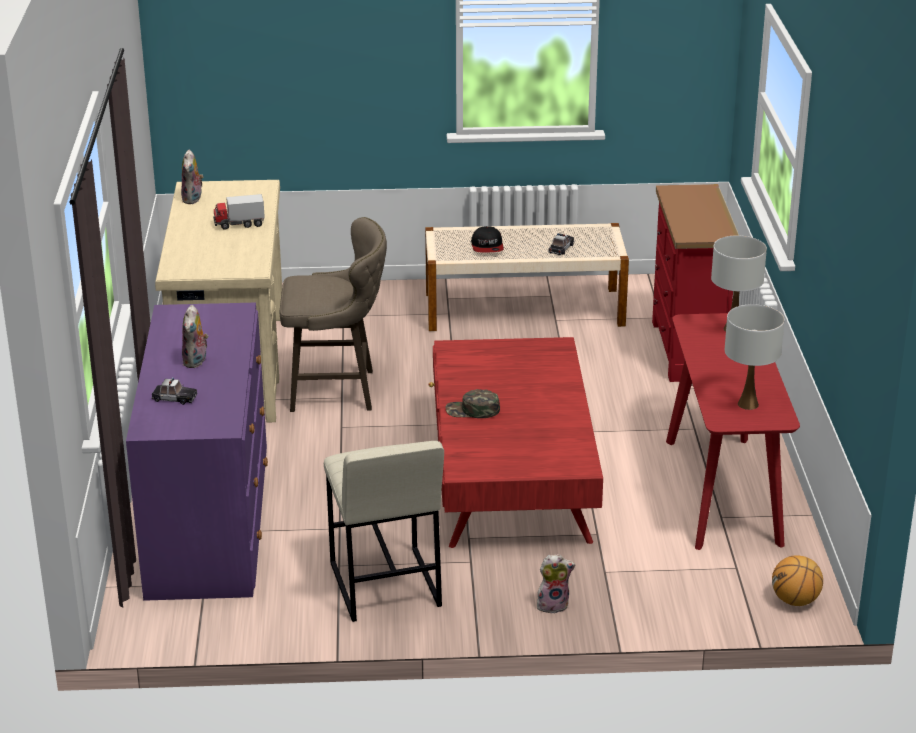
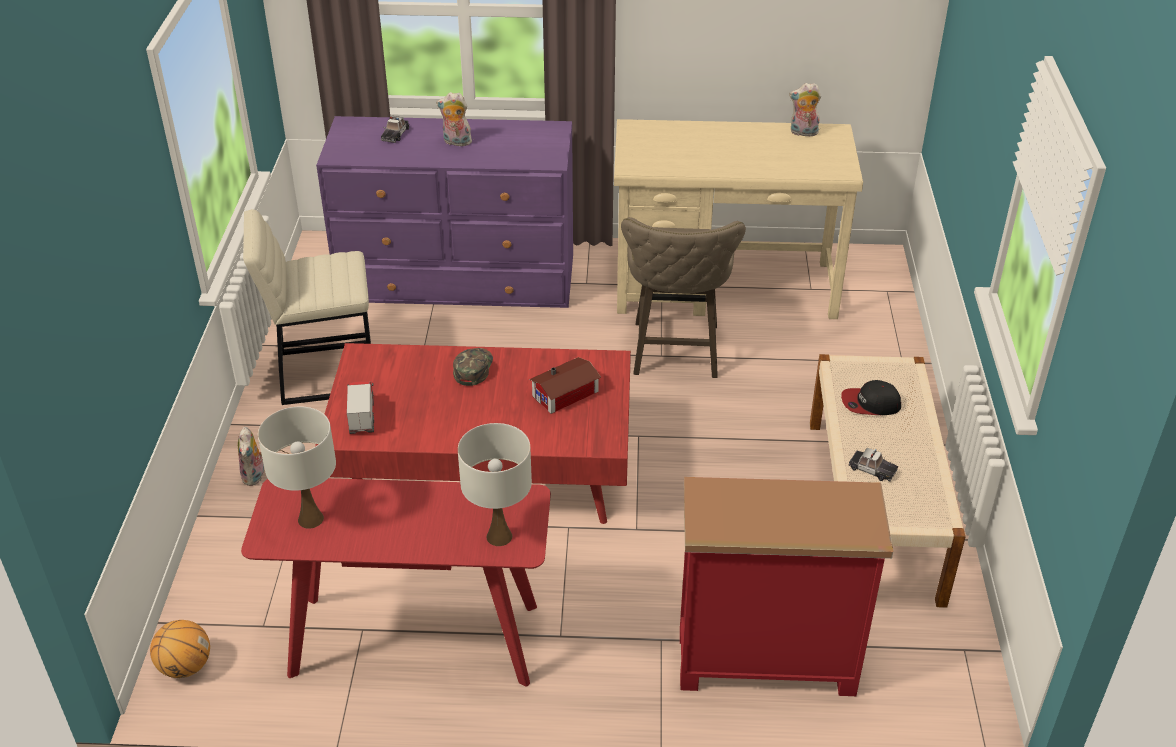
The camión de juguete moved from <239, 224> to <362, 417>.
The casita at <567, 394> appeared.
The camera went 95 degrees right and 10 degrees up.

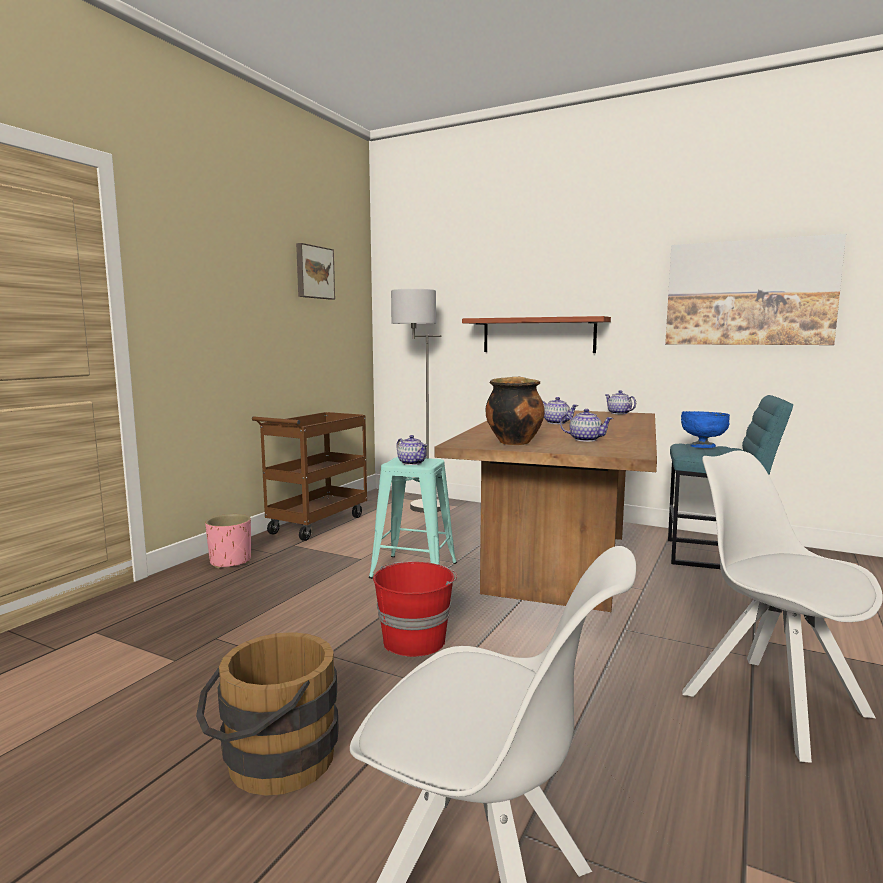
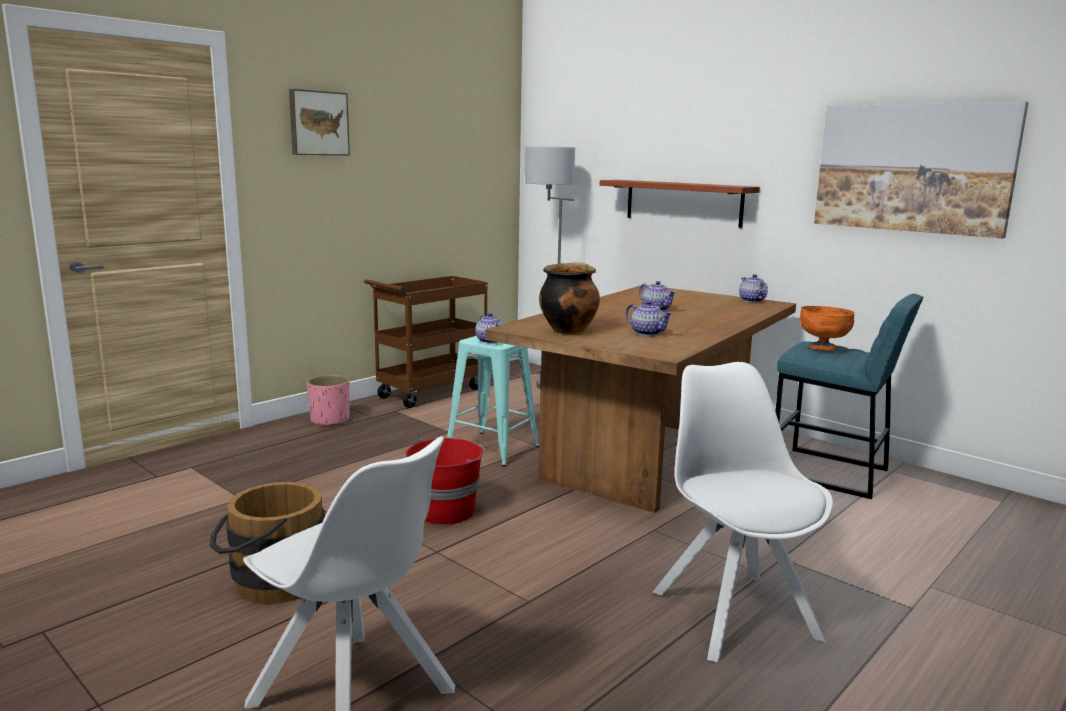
The cuadro moved from <314, 272> to <318, 123>.
The cuenco/azul at <703, 447> became the cuenco/naranja at <823, 348>.
The camera went 15 degrees right and 5 degrees up.

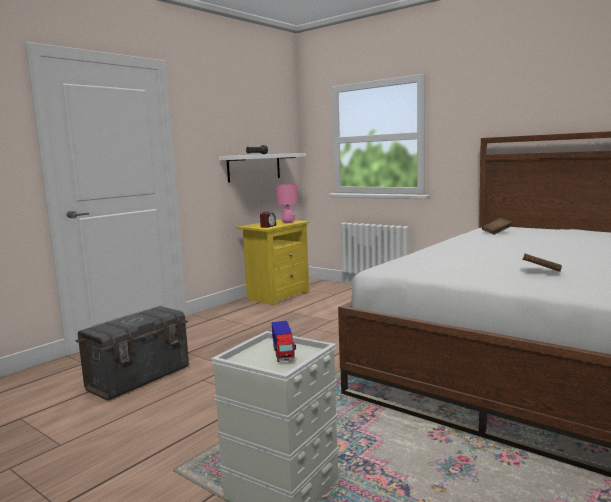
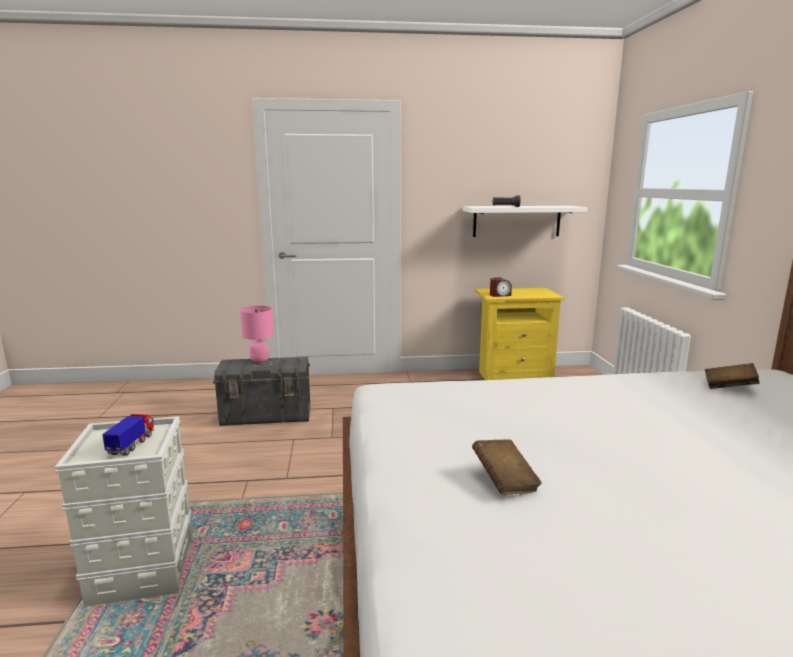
The lámpara de mesa/rosa moved from <288, 223> to <259, 361>.
The camión de juguete at <283, 353> turned 150 degrees clockwise.
The camera went 45 degrees right and 5 degrees up.

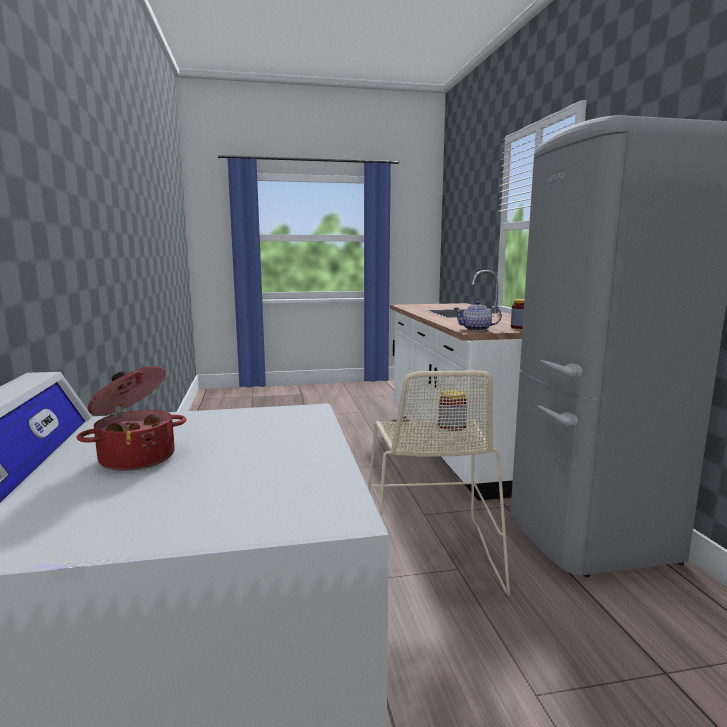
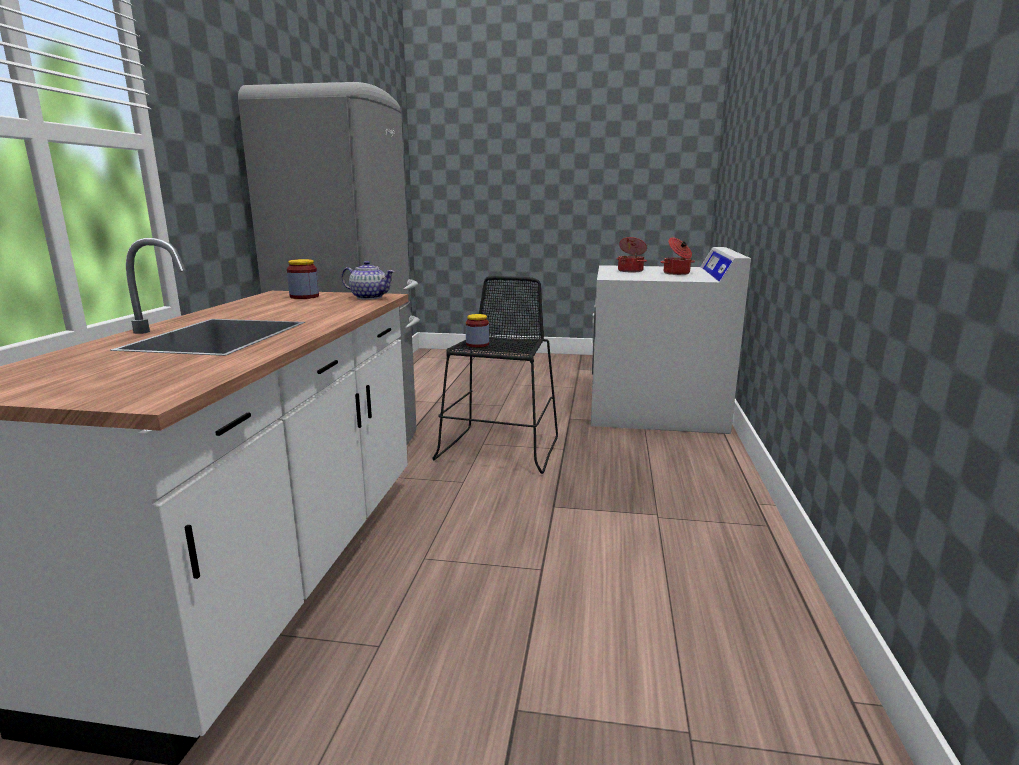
The taburete/beis at <427, 561> became the taburete/negro at <500, 450>.
The olla at <631, 271> appeared.
The camera went 160 degrees left and 5 degrees up.

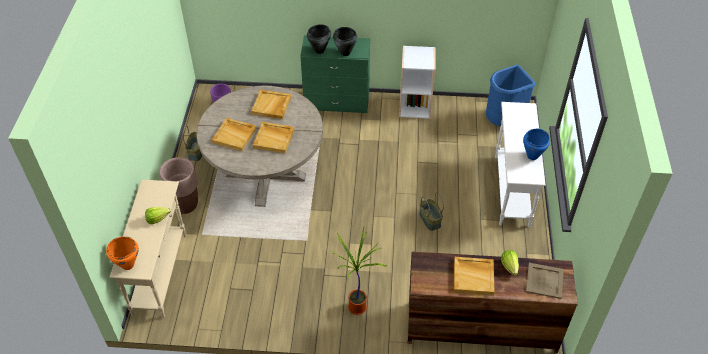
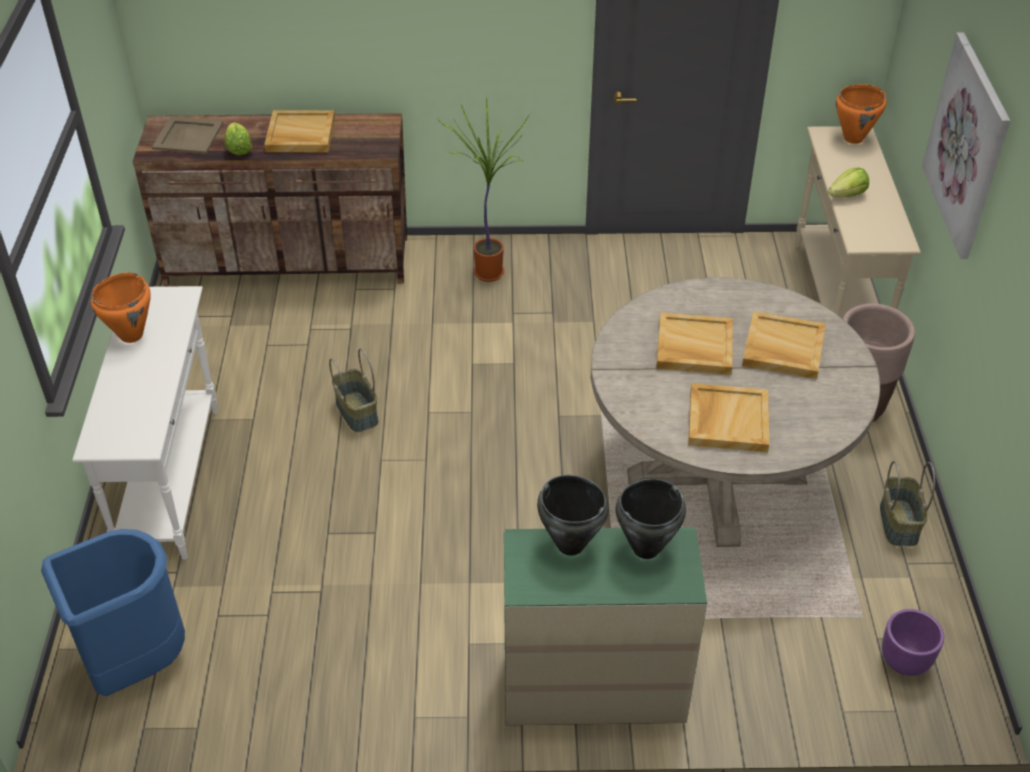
The estantería at <415, 106> disappeared.
The olla/azul at <532, 156> became the olla/naranja at <132, 335>.
The cuadro at <966, 145> appeared.
The camera went 175 degrees right and 5 degrees down.

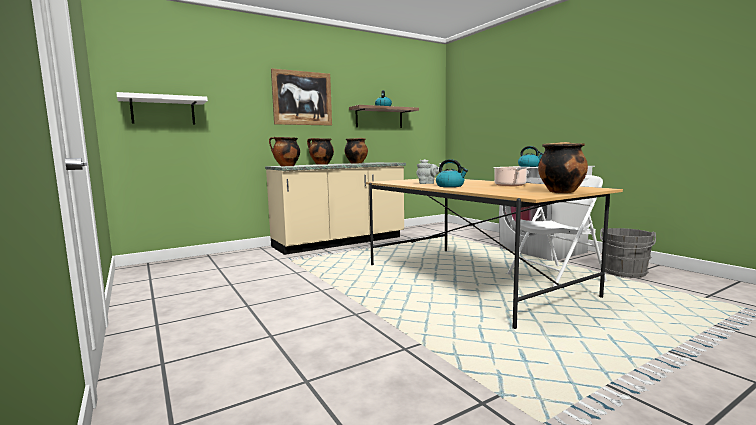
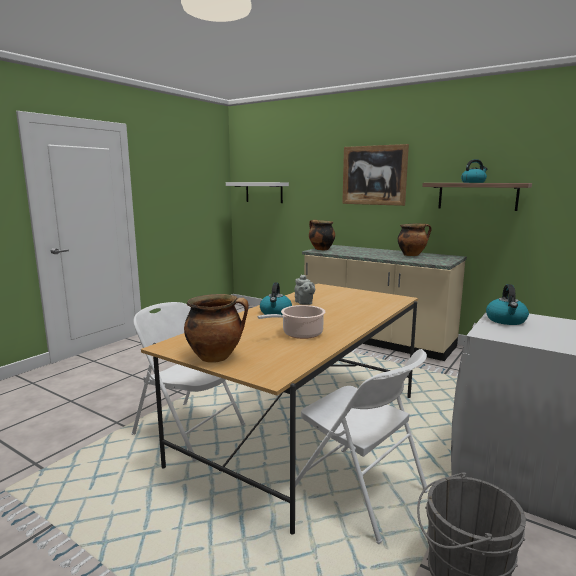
The olla at <321, 164> disappeared.
The silla/blanco at <189, 429> appeared.
The camera went 65 degrees right and 5 degrees up.

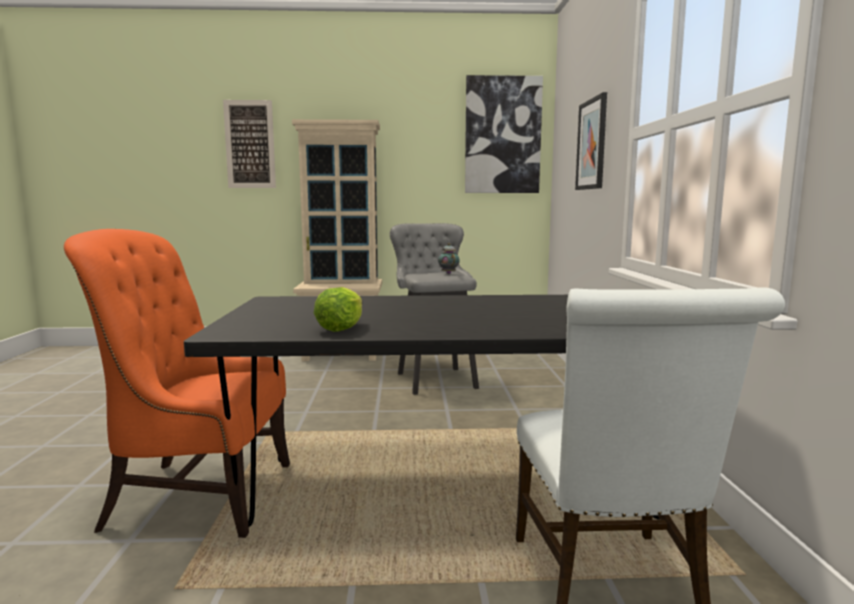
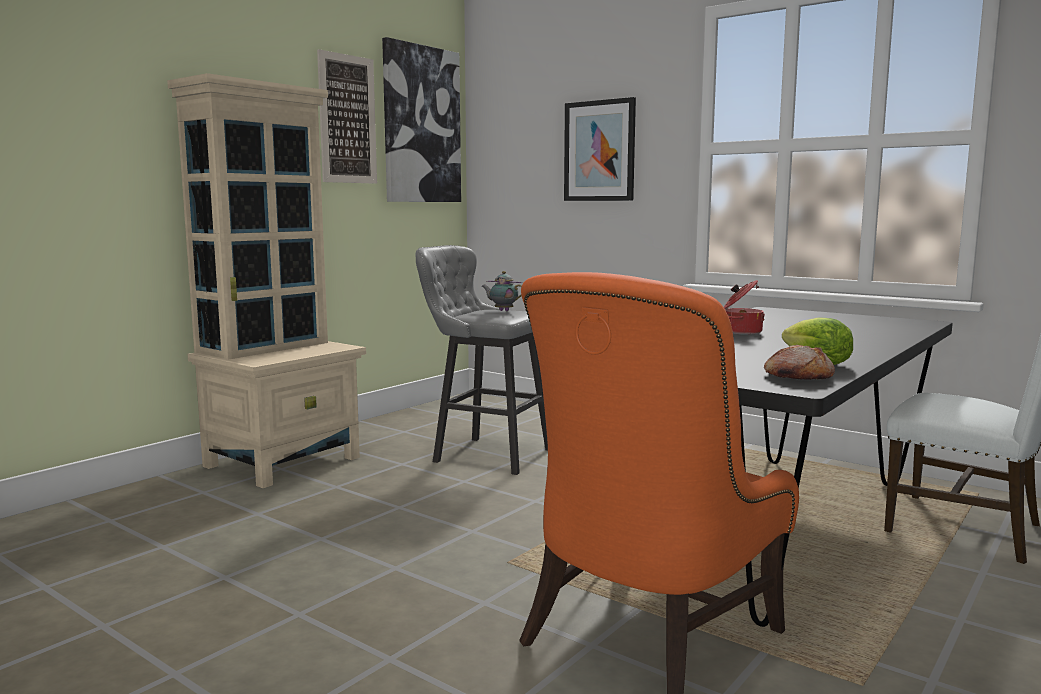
The cuadro moved from <250, 144> to <347, 119>.
The olla at <740, 332> appeared.
The pan at <797, 377> appeared.
The camera went 50 degrees left and 0 degrees up.

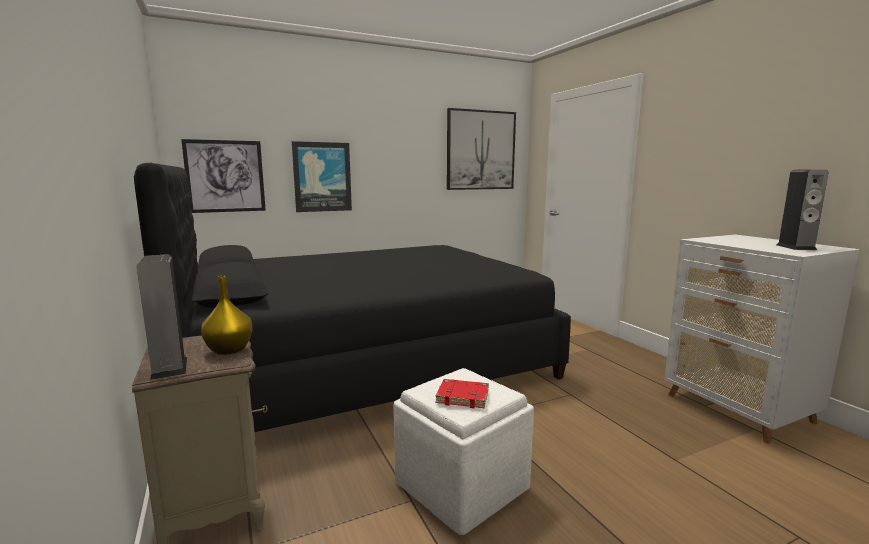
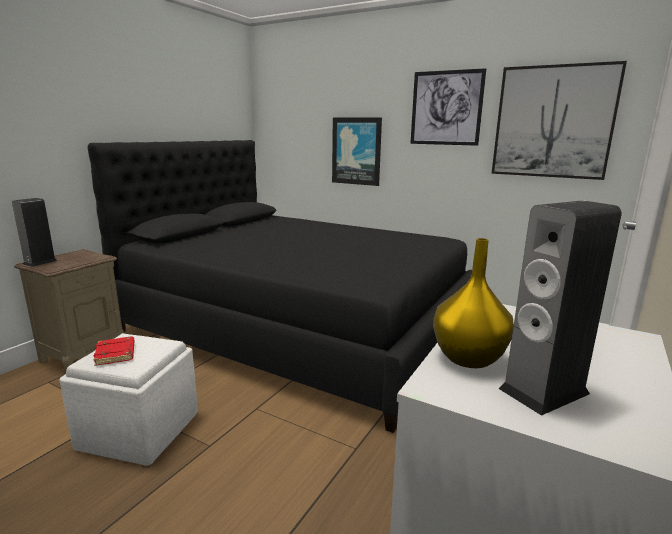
The cuadro moved from <225, 176> to <446, 108>.
The florero/amarillo moved from <228, 350> to <467, 357>.
The camera went 55 degrees right and 5 degrees up.

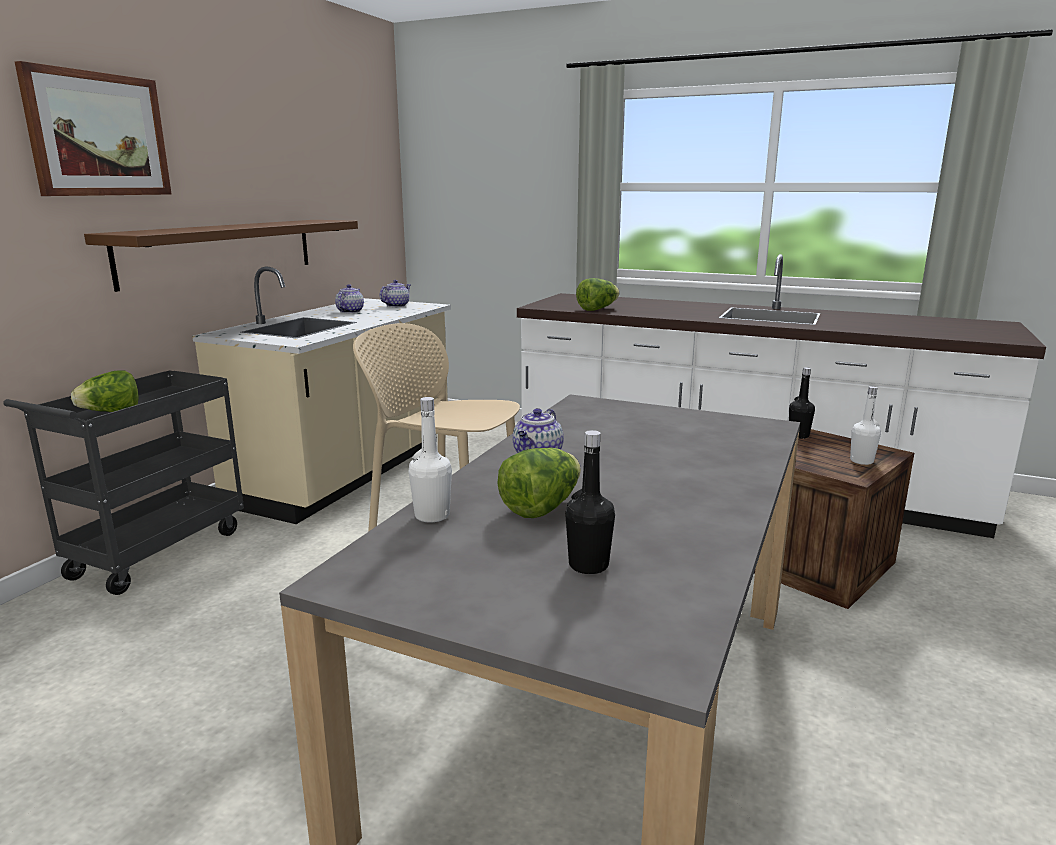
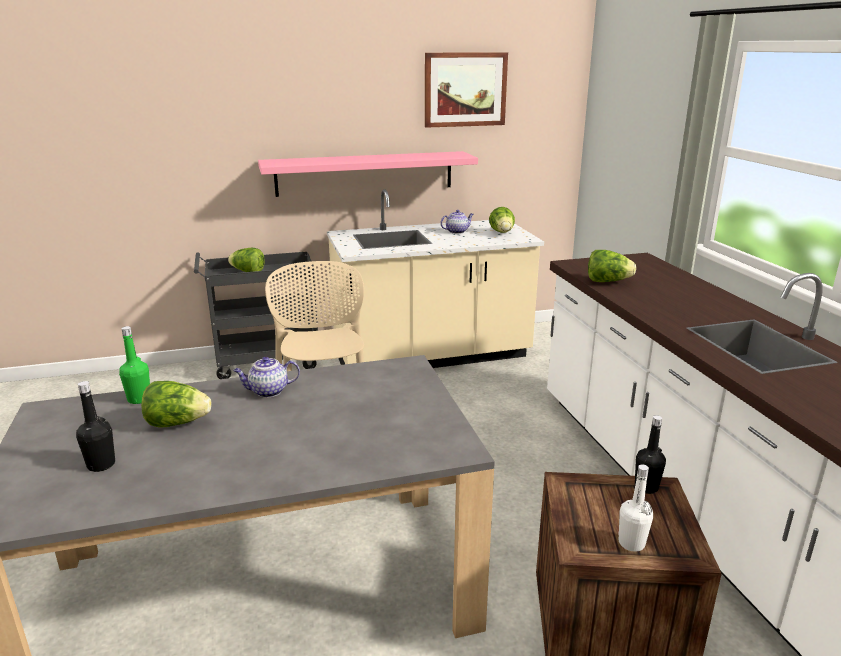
The cuadro moved from <98, 135> to <465, 89>.
The estante/marrón at <221, 251> became the estante/rosa at <365, 173>.
The tetera at <396, 306> was replaced by the lechuga at <502, 233>.
The botella/blanco at <432, 515> became the botella/verde at <139, 399>.
The camera went 50 degrees right and 5 degrees up.

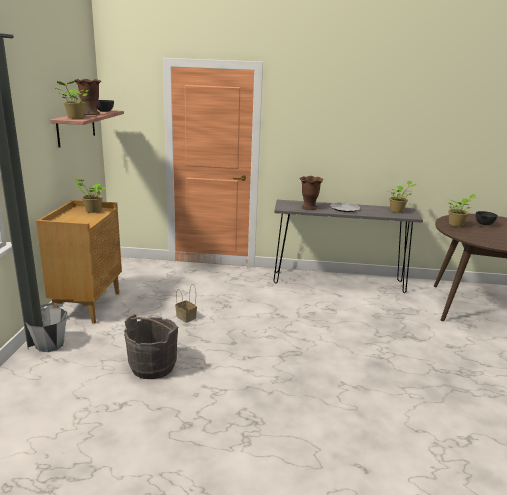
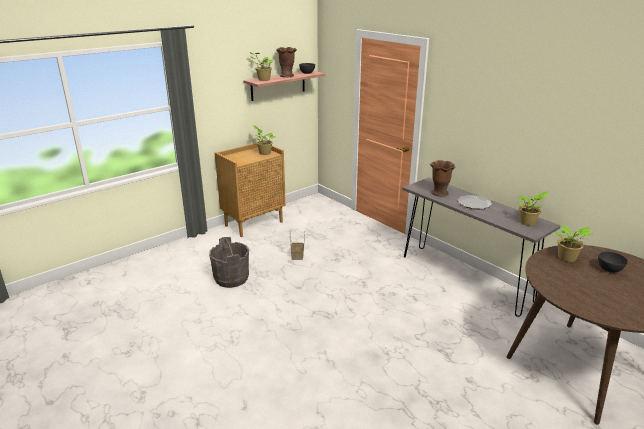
The cubo/gris at <50, 344> disappeared.
The camera went 45 degrees right and 5 degrees up.

